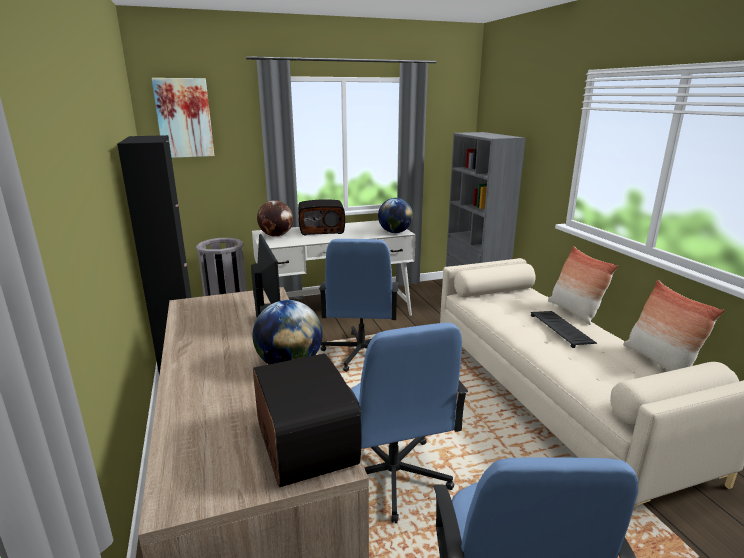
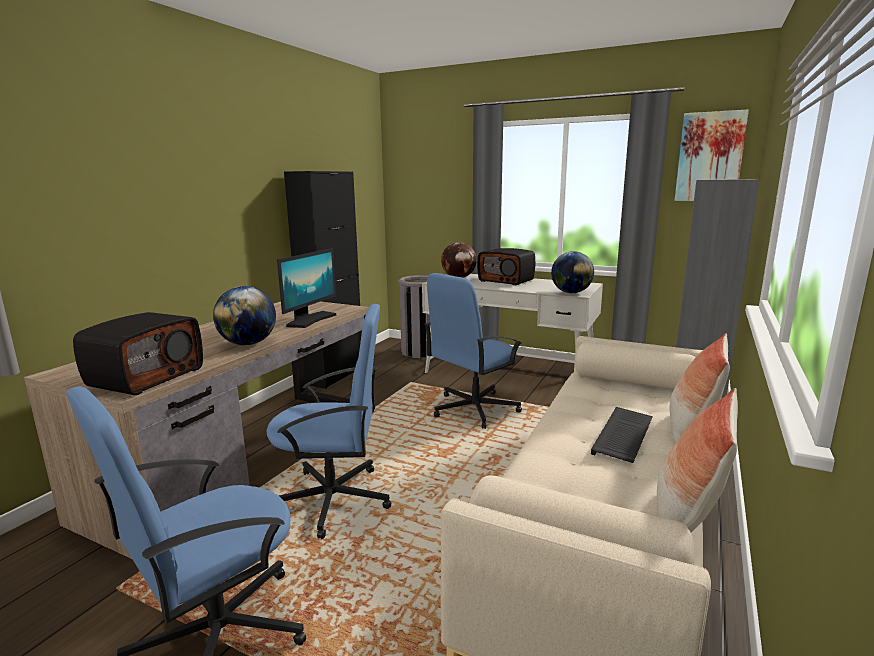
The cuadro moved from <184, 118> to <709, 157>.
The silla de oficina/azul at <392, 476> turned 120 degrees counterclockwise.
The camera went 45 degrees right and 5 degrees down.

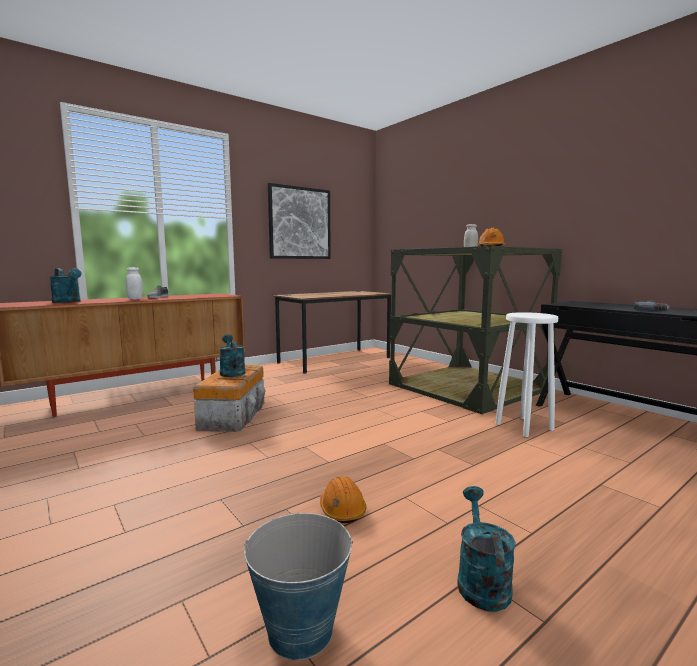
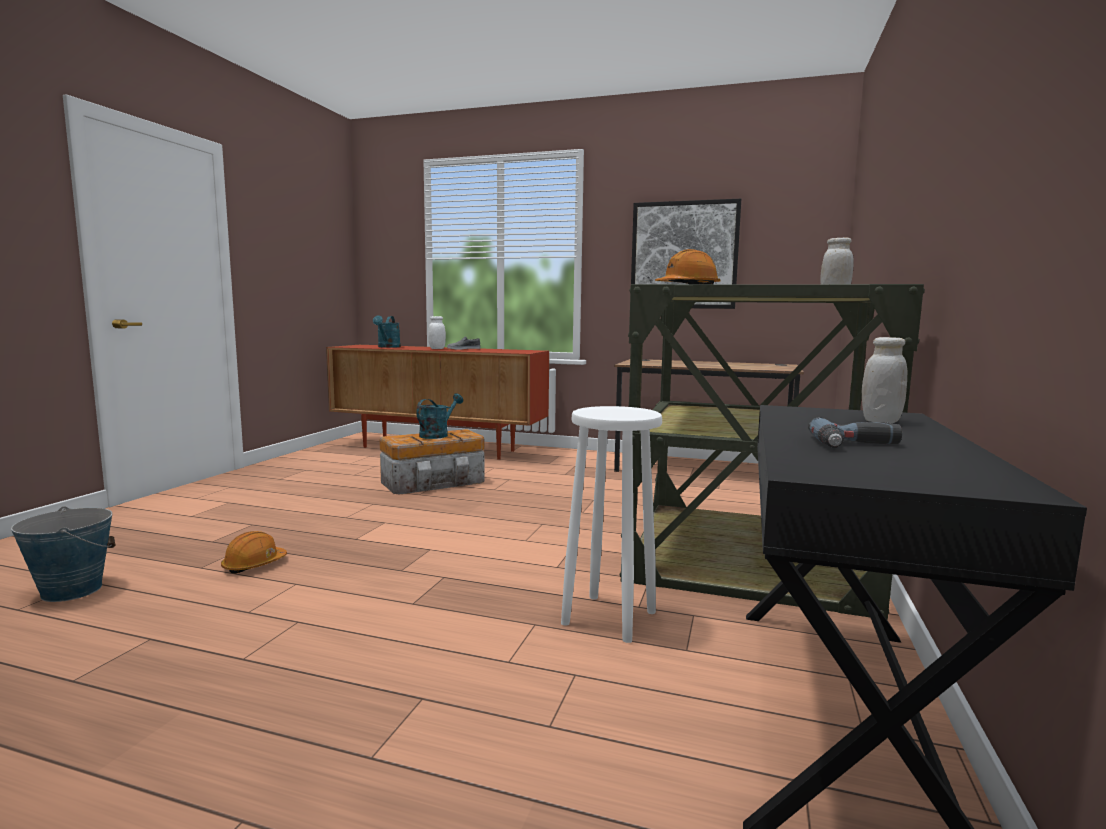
The regadera/turquesa at <481, 580> disappeared.
The tarro/blanco at <880, 421> appeared.
The camera went 55 degrees right and 0 degrees up.

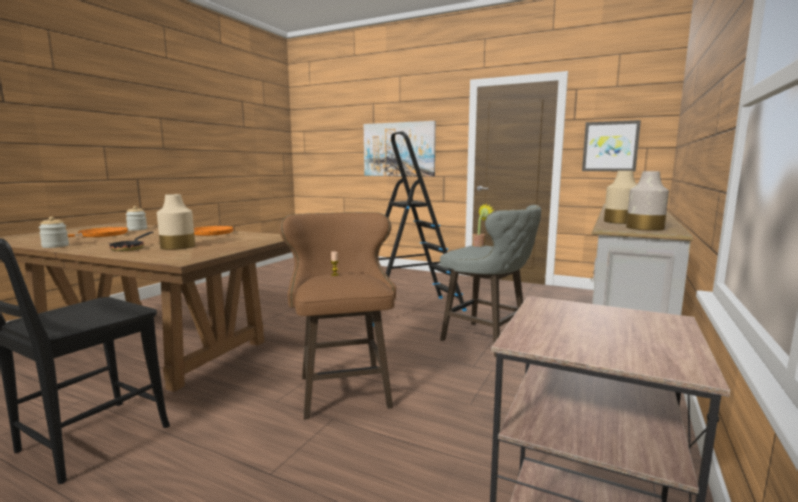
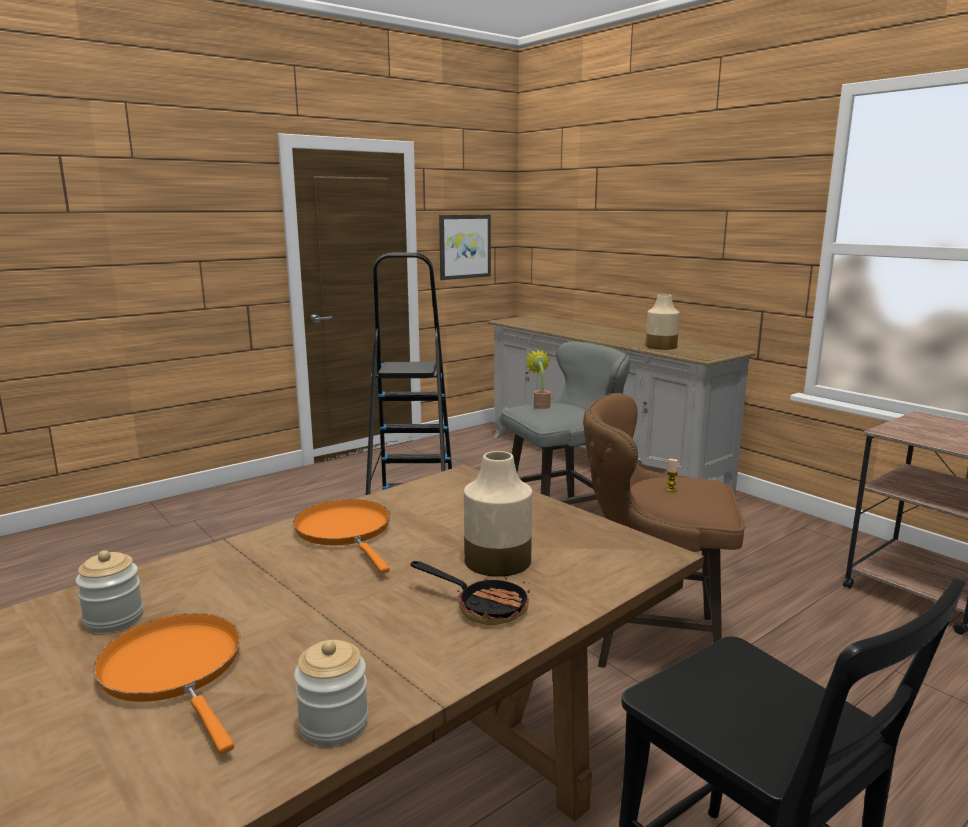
The cuadro at <399, 149> disappeared.
The florero/beis at <645, 228> disappeared.
The camera went 65 degrees left and 5 degrees up.

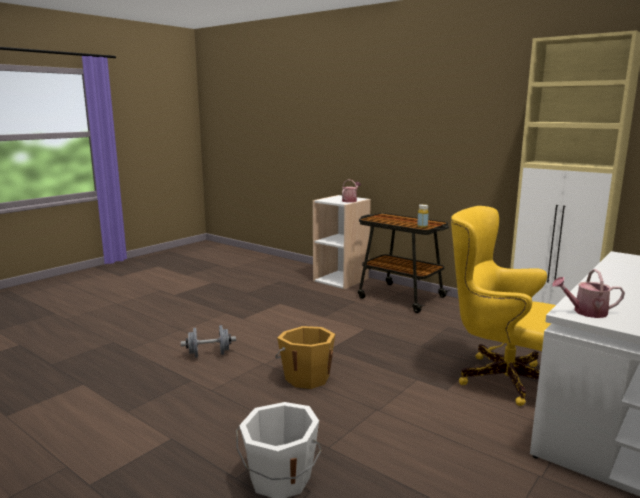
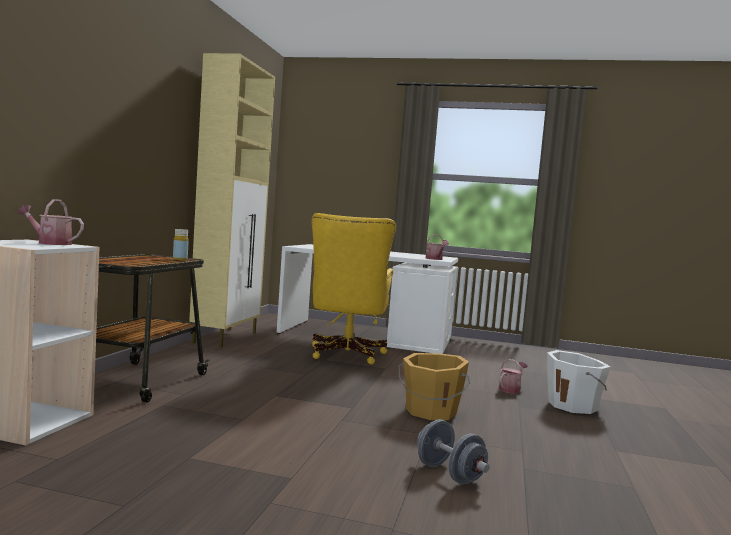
The regadera at <511, 389> appeared.
The camera went 115 degrees left and 10 degrees down.

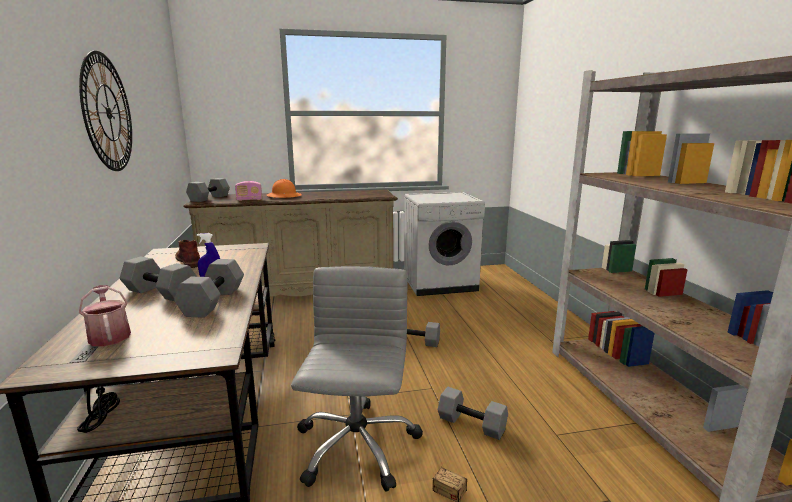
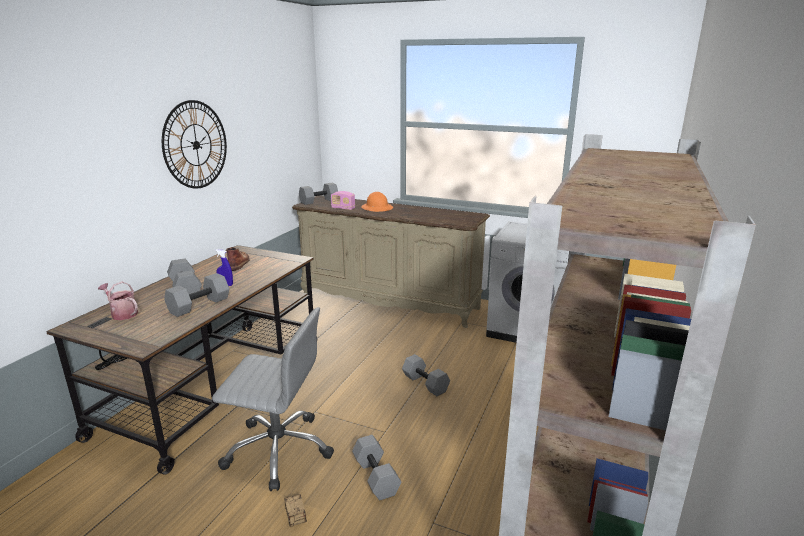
The silla de oficina/gris at <356, 445> turned 60 degrees clockwise.
The regadera at <109, 335> turned 60 degrees counterclockwise.
The camera went 35 degrees right and 5 degrees up.

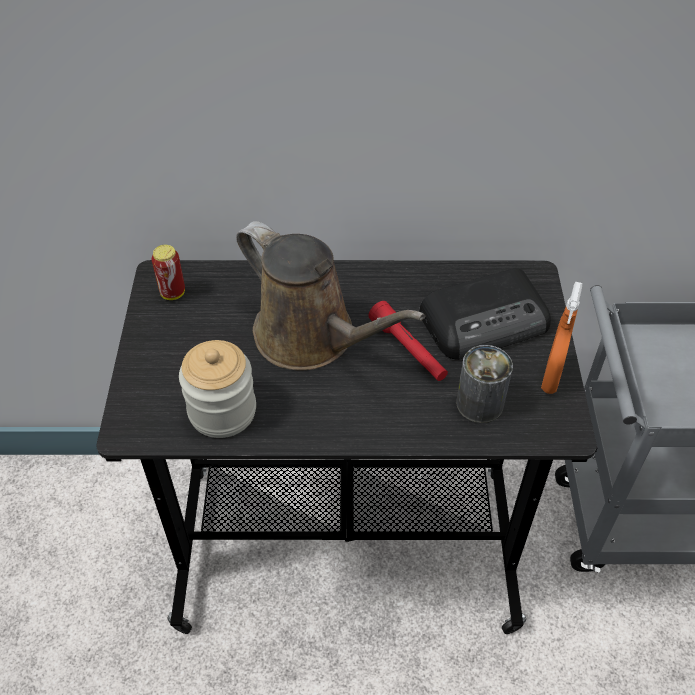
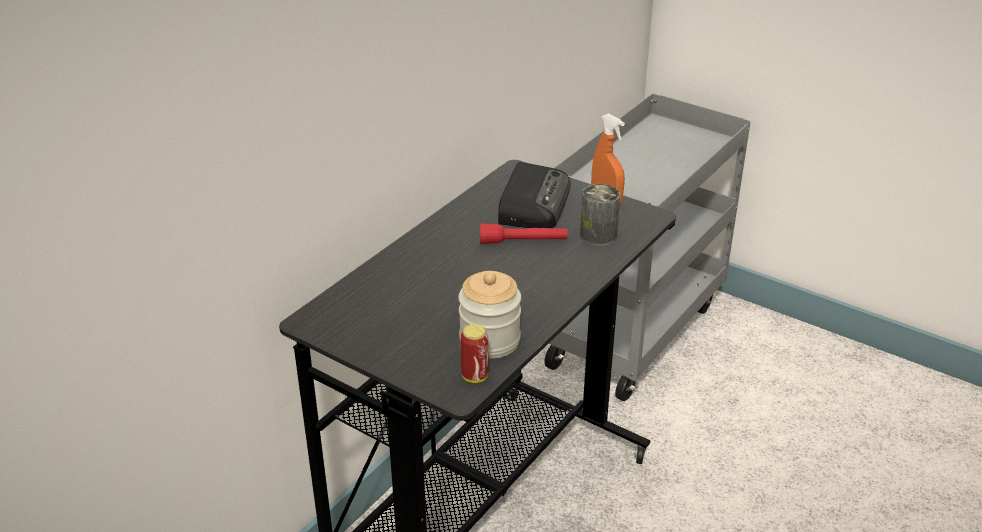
The regadera/marrón at <312, 337> disappeared.
The lata moved from <173, 293> to <474, 377>.
The camera went 55 degrees left and 15 degrees down.

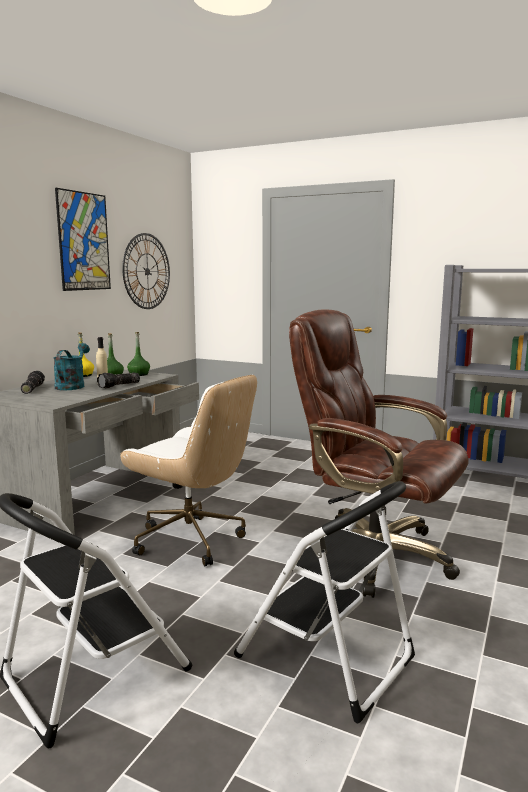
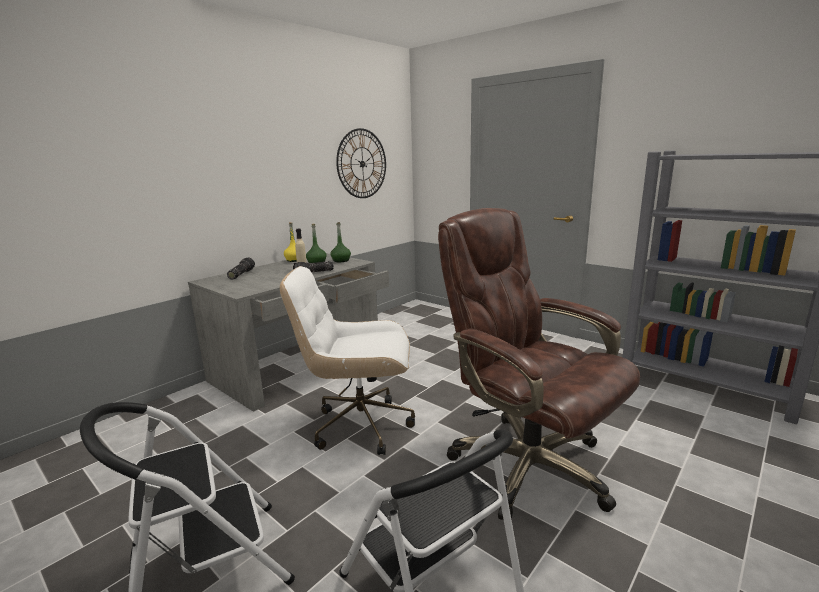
The cuadro at <84, 241> disappeared.
The regadera/turquesa at <72, 386> disappeared.
The silla de oficina/blanco at <192, 542> turned 135 degrees clockwise.
The camera went 15 degrees right and 5 degrees up.

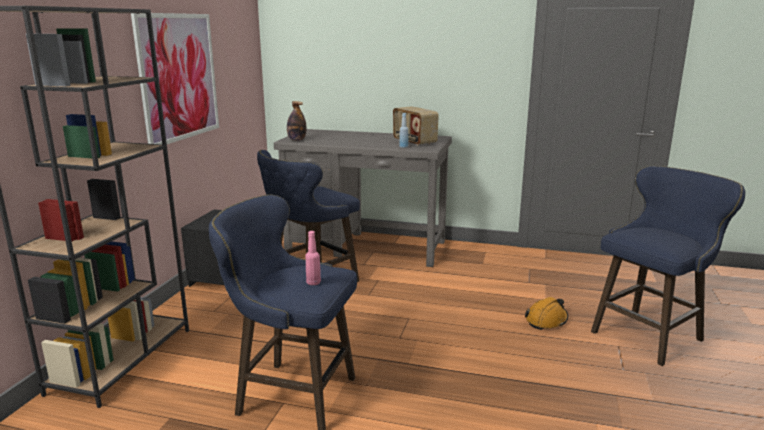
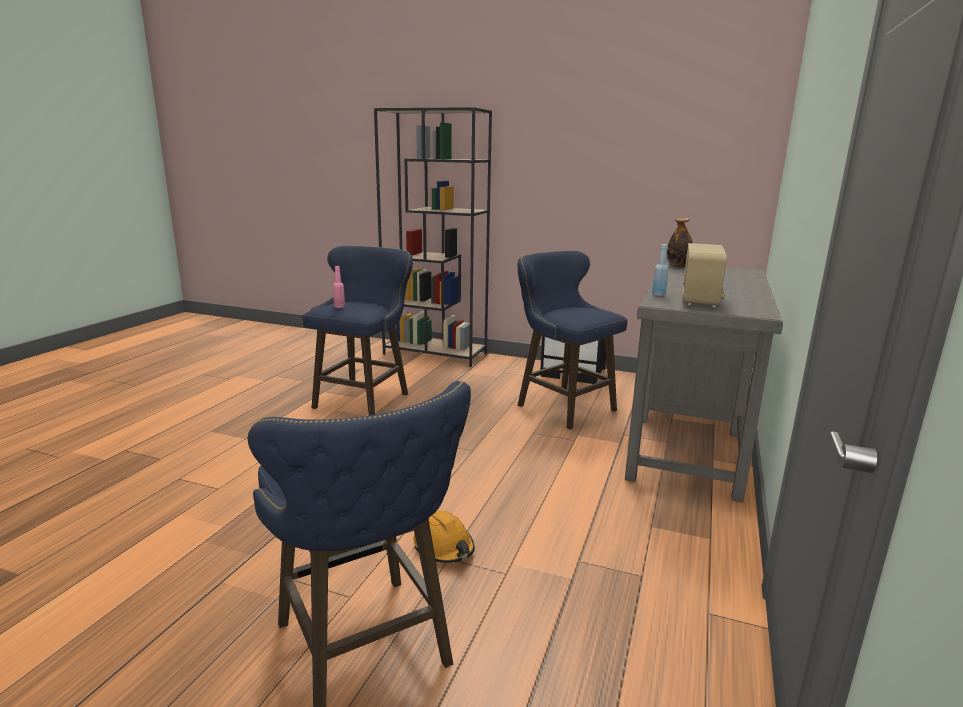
The cuadro at <179, 77> disappeared.
The radio at <414, 142> turned 135 degrees clockwise.
The camera went 95 degrees right and 0 degrees up.

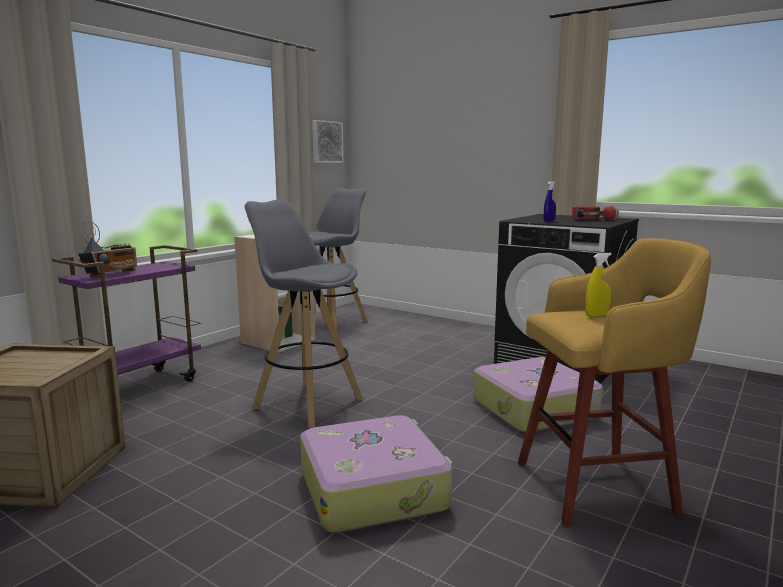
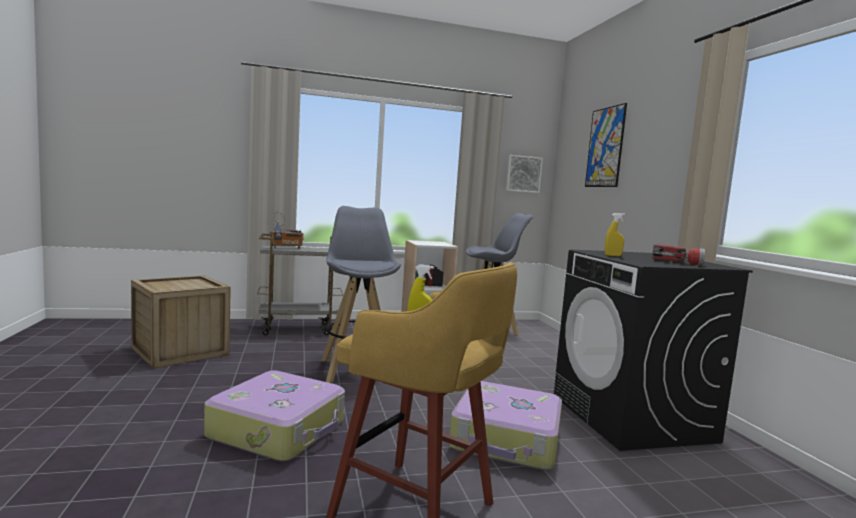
The pulverizador/azul at <549, 221> became the pulverizador/amarillo at <613, 255>.
The carrito/morado at <142, 386> became the carrito/gris at <300, 329>.
The cuadro at <605, 147> appeared.
The camera went 40 degrees right and 5 degrees down.

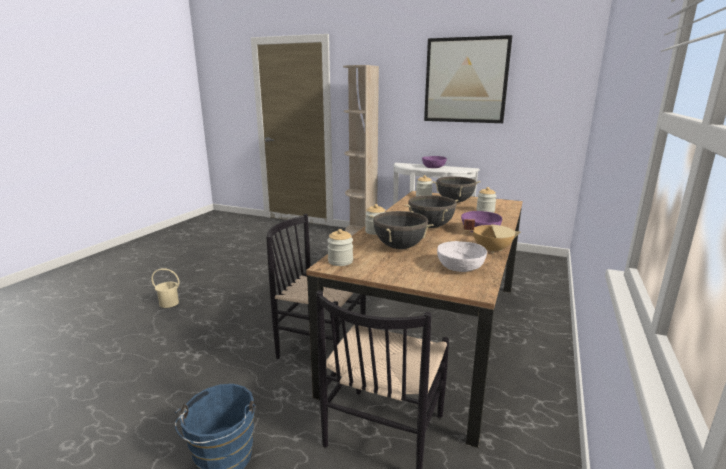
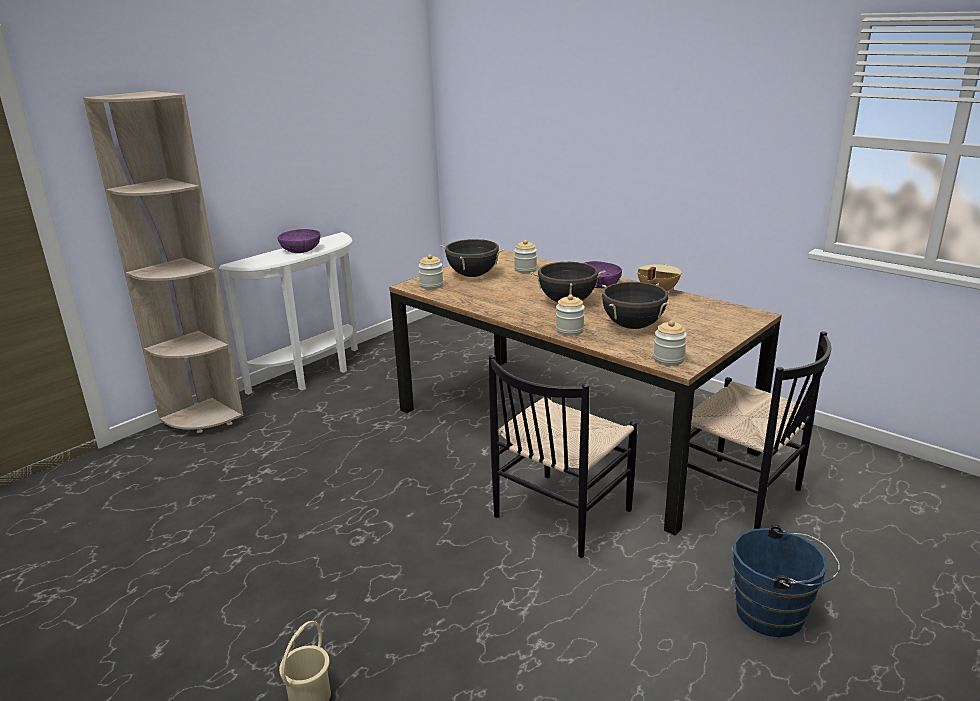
The cuadro at <466, 80> disappeared.
The cuenco/blanco at <460, 267> disappeared.
The camera went 70 degrees left and 5 degrees up.

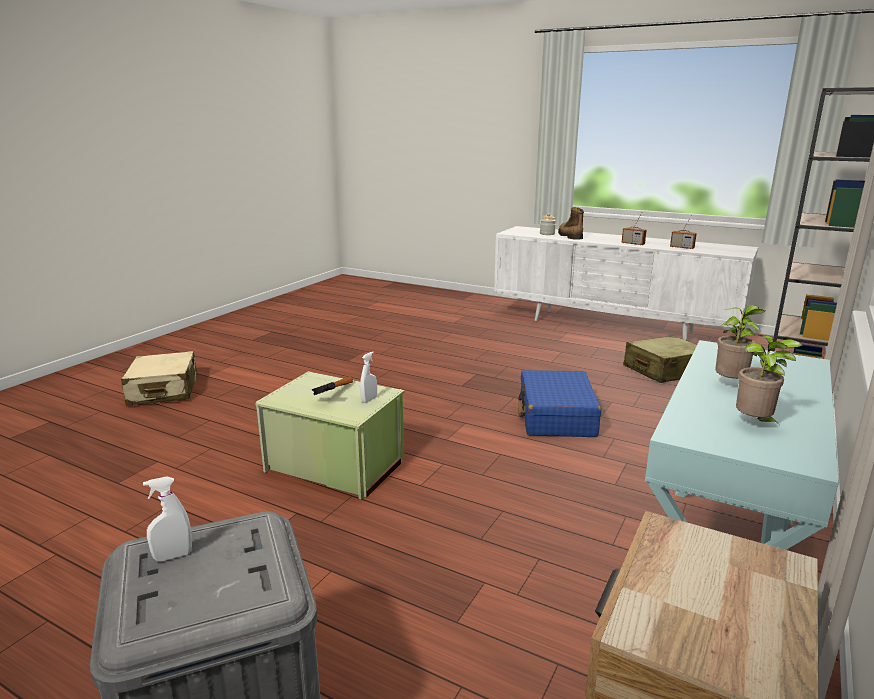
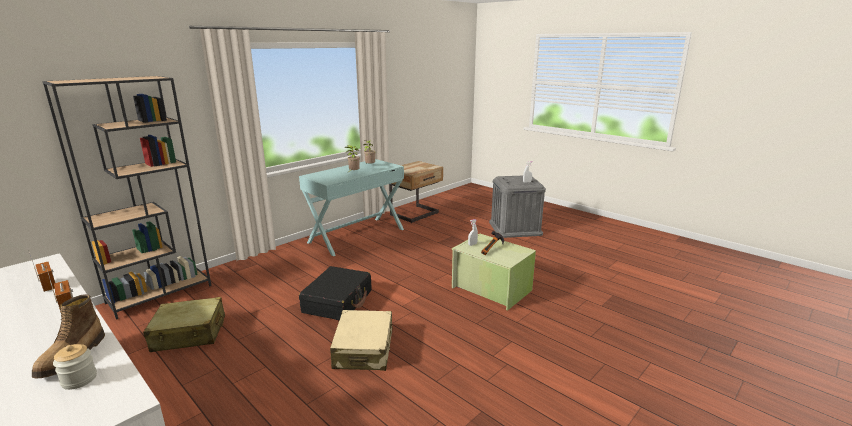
The maleta/beis moved from <163, 391> to <364, 349>.
The maleta/azul at <556, 416> became the maleta/negro at <338, 301>.
The camera went 165 degrees left and 0 degrees up.

